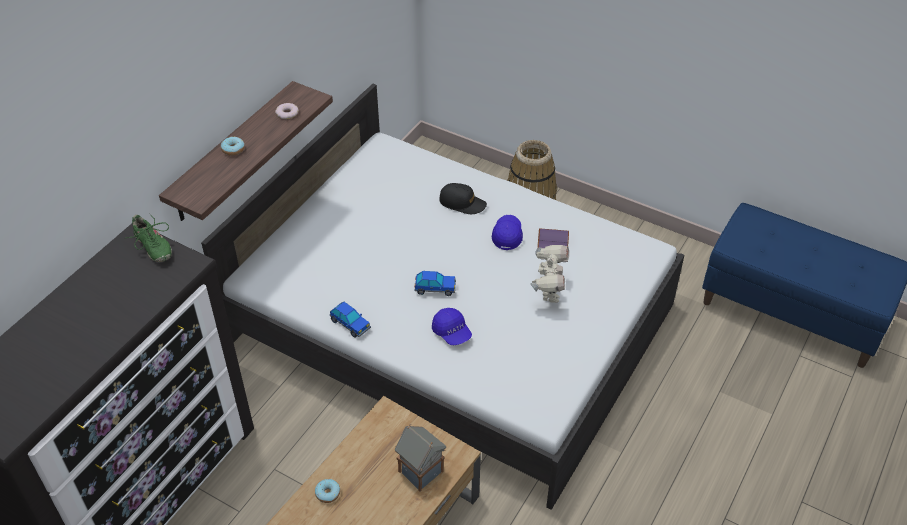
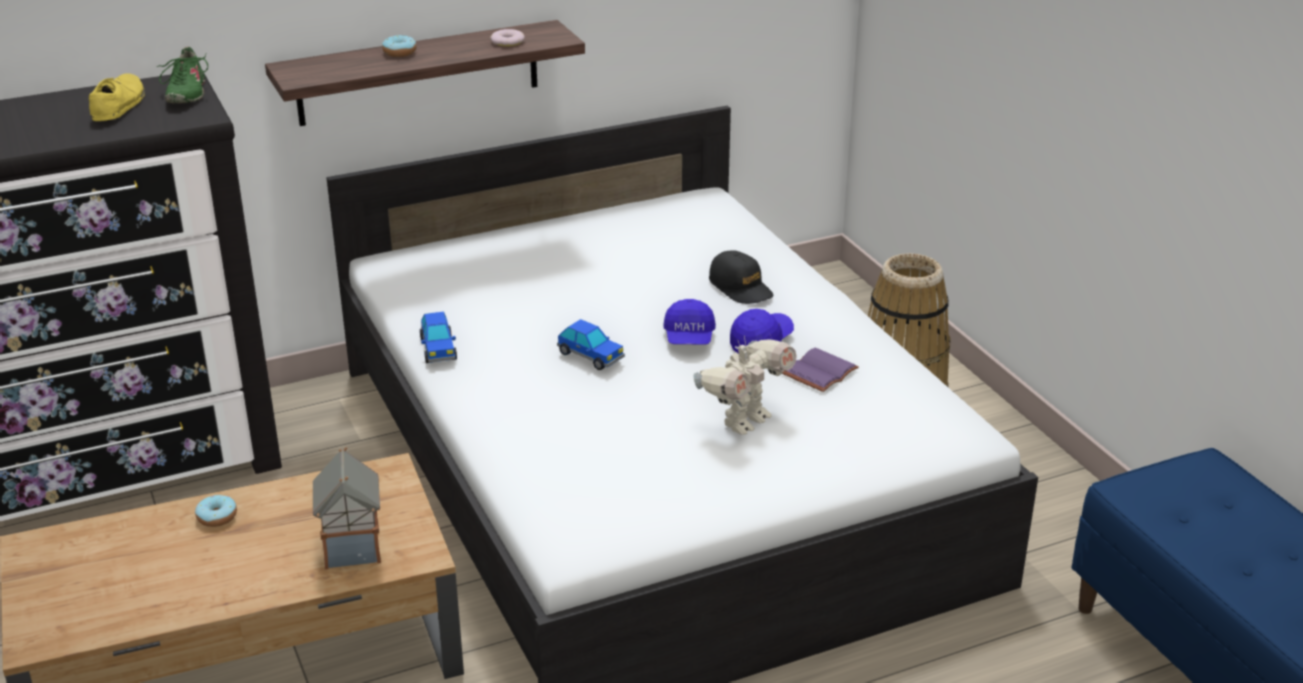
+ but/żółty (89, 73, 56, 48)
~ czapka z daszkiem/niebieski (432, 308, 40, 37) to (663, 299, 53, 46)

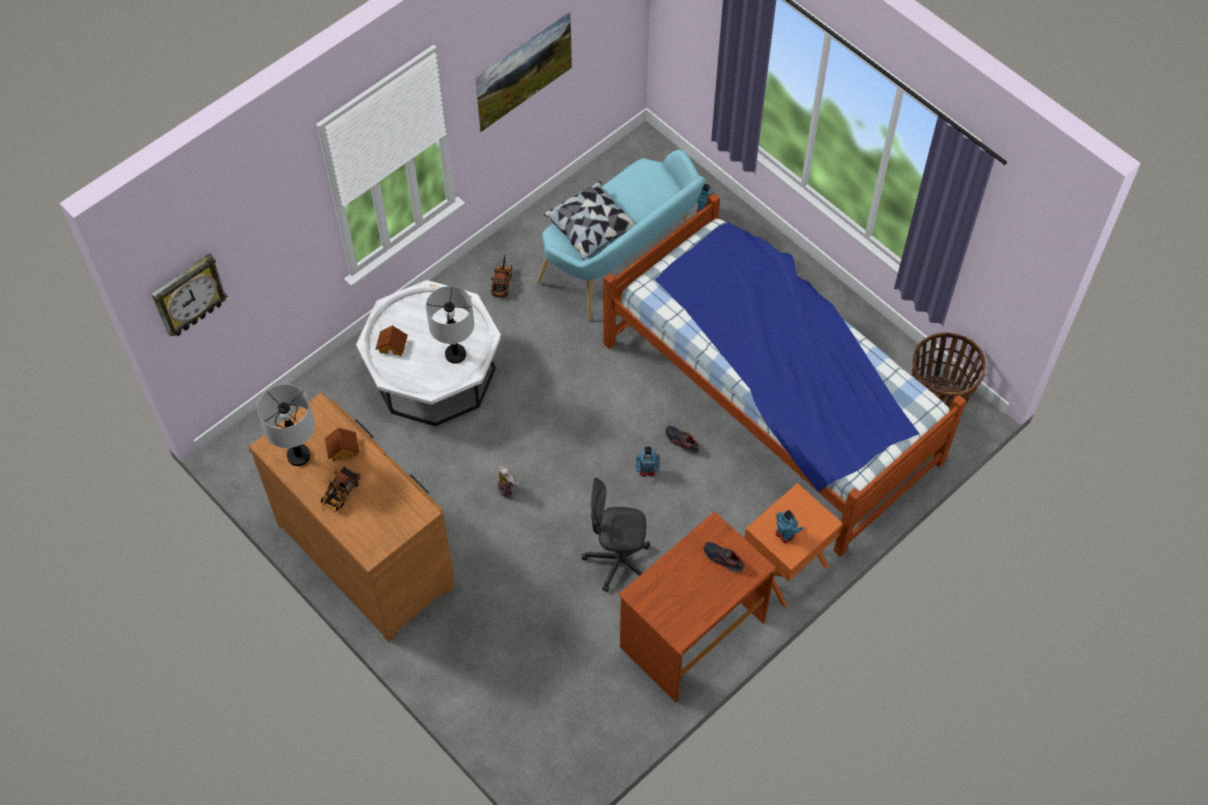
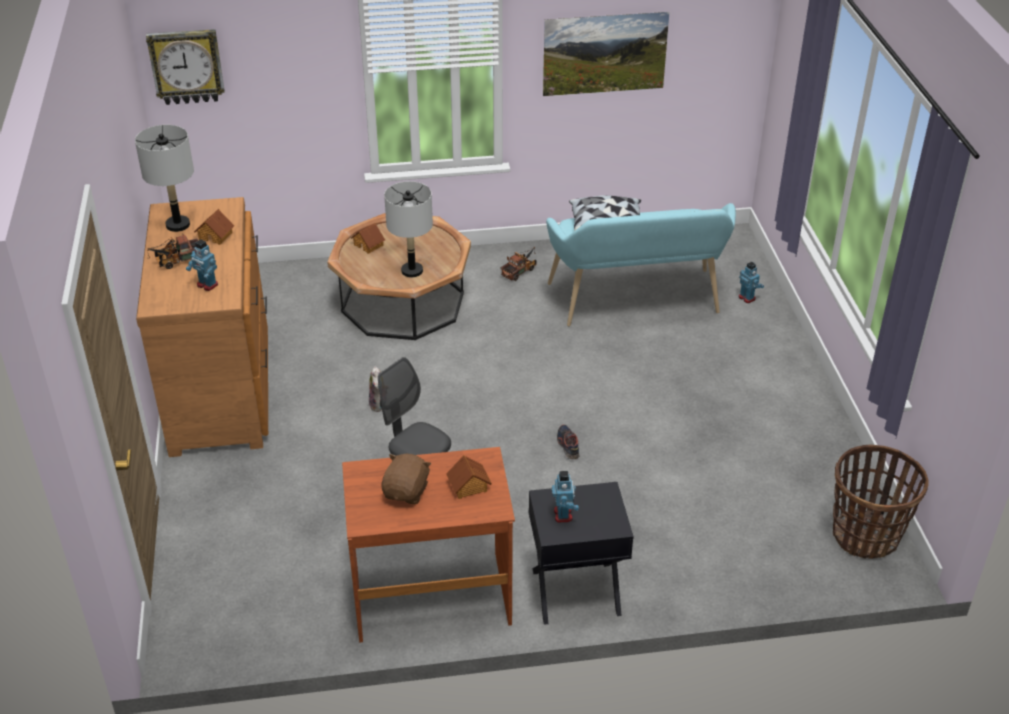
~ robot zabawkowy (636, 447, 24, 30) to (186, 239, 32, 52)
~ ława/biały (356, 280, 145, 146) to ława/brązowy (327, 213, 144, 127)
+ pluszak/brązowy (382, 454, 49, 50)
~ but (703, 542, 41, 31) to domek (446, 455, 46, 44)
~ szafka nocna/pomarańczowy (744, 483, 99, 124) to szafka nocna/czarny (529, 482, 105, 143)
- łóżko (603, 193, 363, 364)

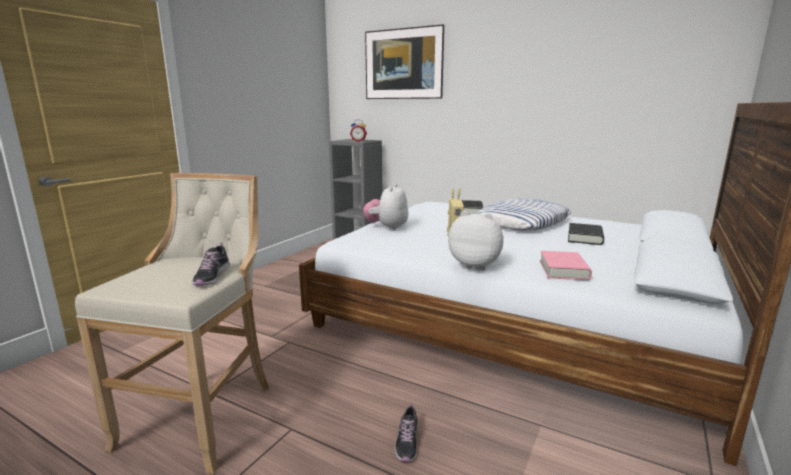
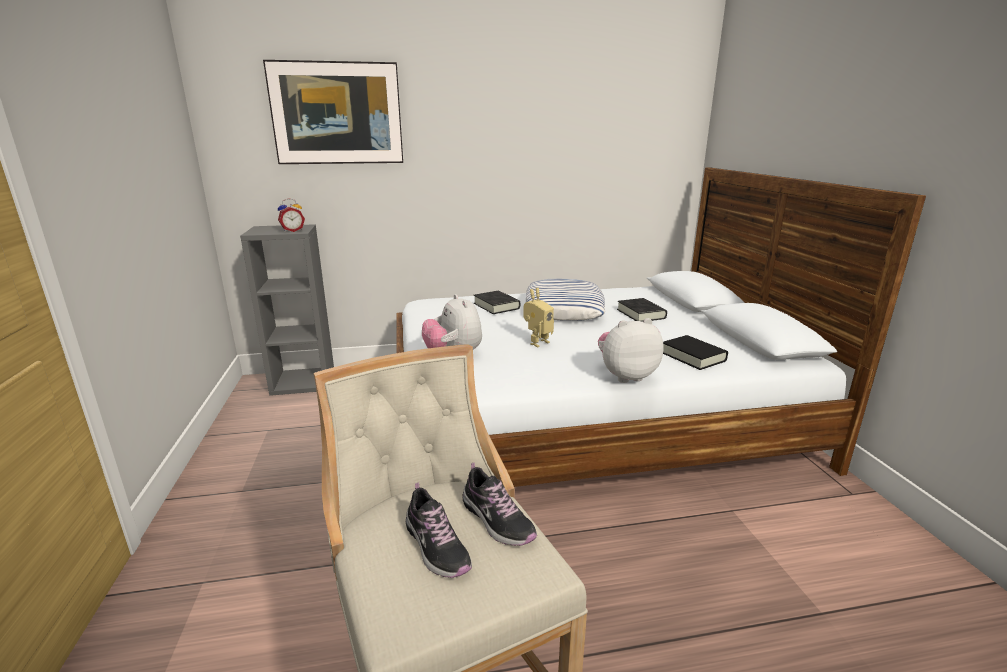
~ but (394, 403, 24, 59) to (406, 483, 66, 95)
~ książka/różowy (540, 251, 52, 29) to książka/czarny (663, 335, 65, 35)

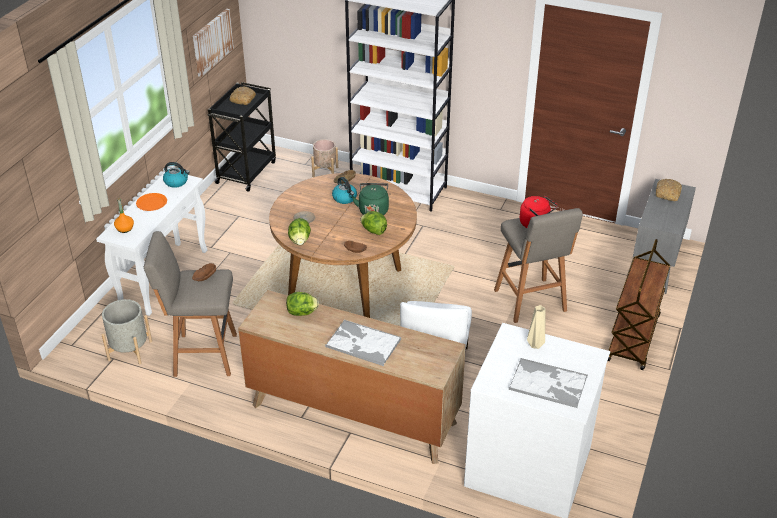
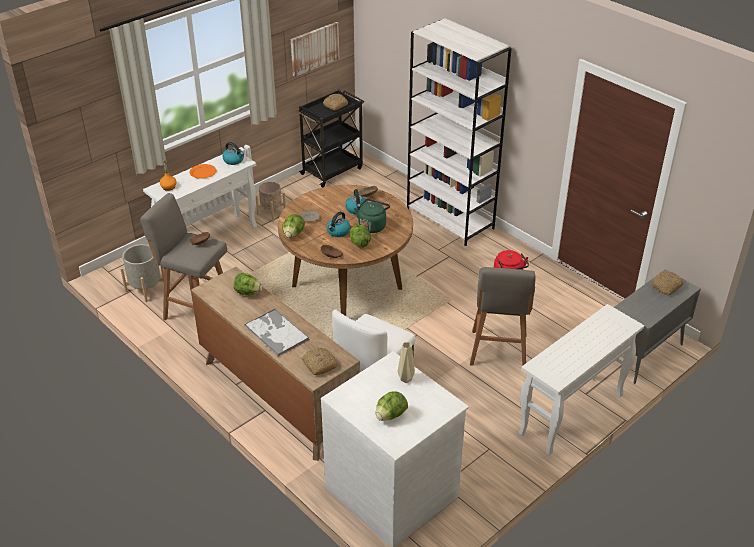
~ donica/beżowy (311, 139, 27, 38) to (256, 182, 30, 39)
+ chleb (302, 348, 35, 27)
+ czajnik (327, 212, 23, 25)
~ taca (509, 358, 79, 50) to sałata (376, 391, 32, 30)
~ wózek/brązowy (608, 239, 62, 131) to stolik konsolowy/biały (519, 304, 125, 152)

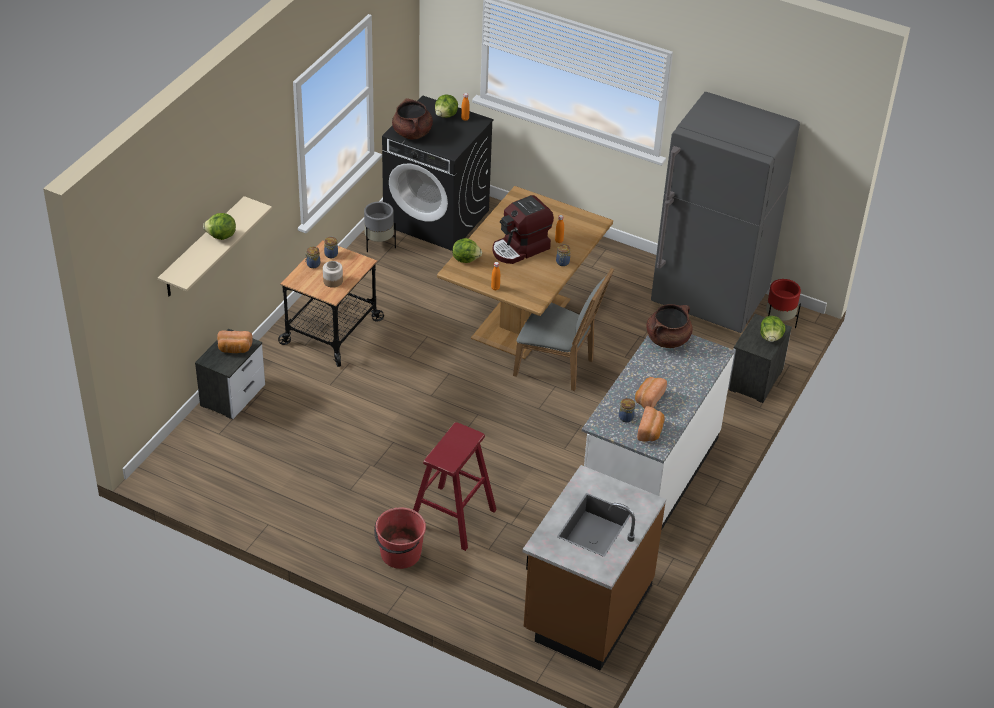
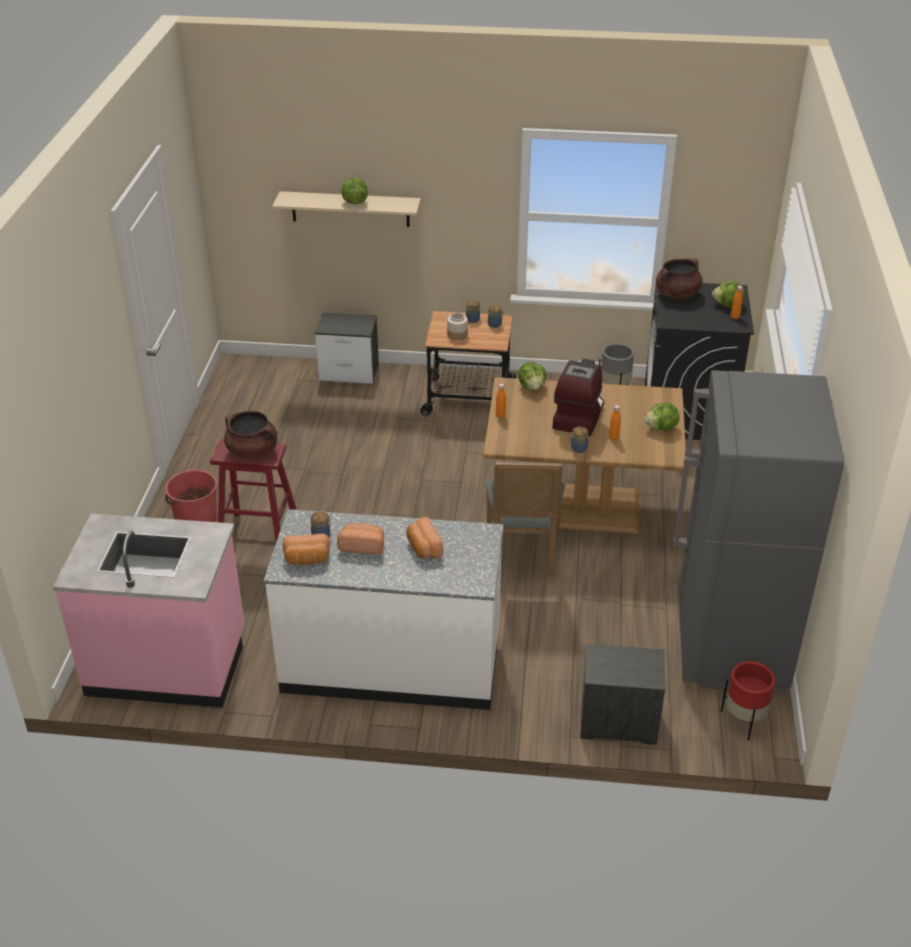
~ zabudowa kuchenna/brązowy (522, 465, 144, 206) to zabudowa kuchenna/różowy (53, 513, 192, 195)
~ garnek/brązowy (646, 304, 46, 44) to (224, 411, 53, 48)
~ chleb (217, 330, 36, 23) to (406, 517, 37, 41)
~ ekspres do kawy (493, 195, 61, 69) = (553, 359, 51, 77) 75 degrees clockwise
~ sałata (760, 316, 26, 26) to (644, 402, 36, 29)

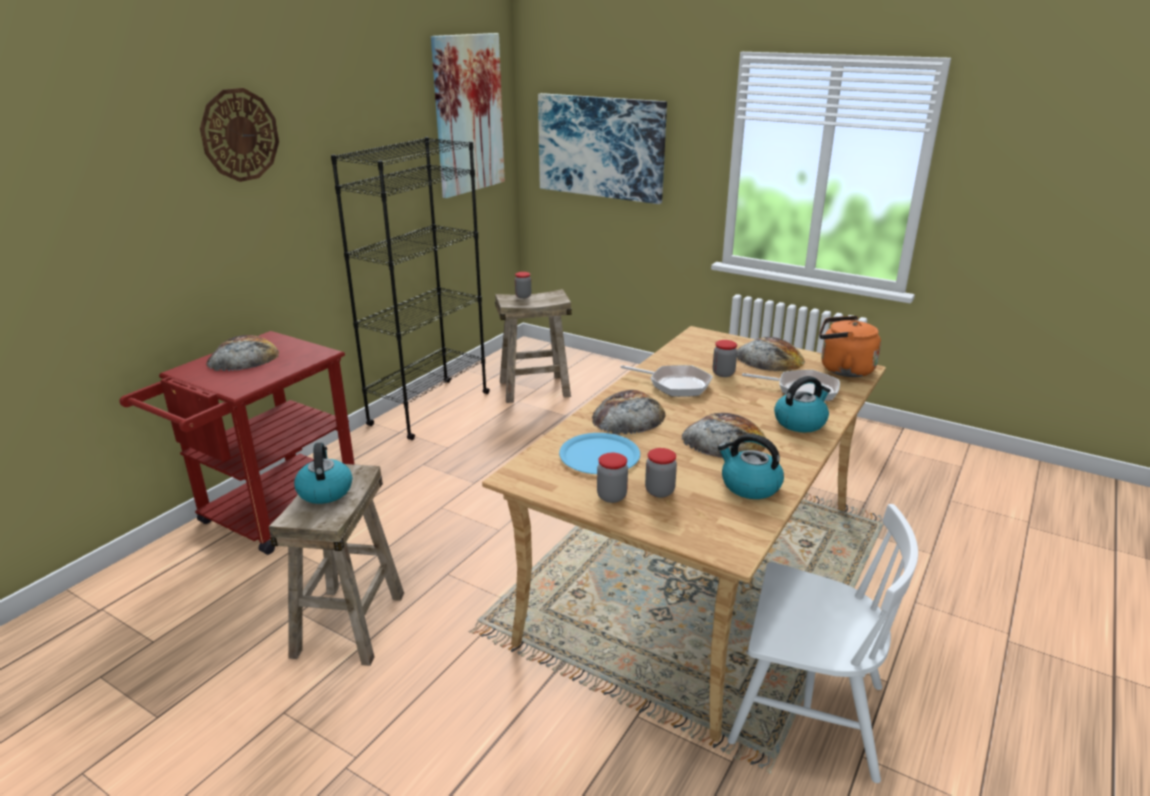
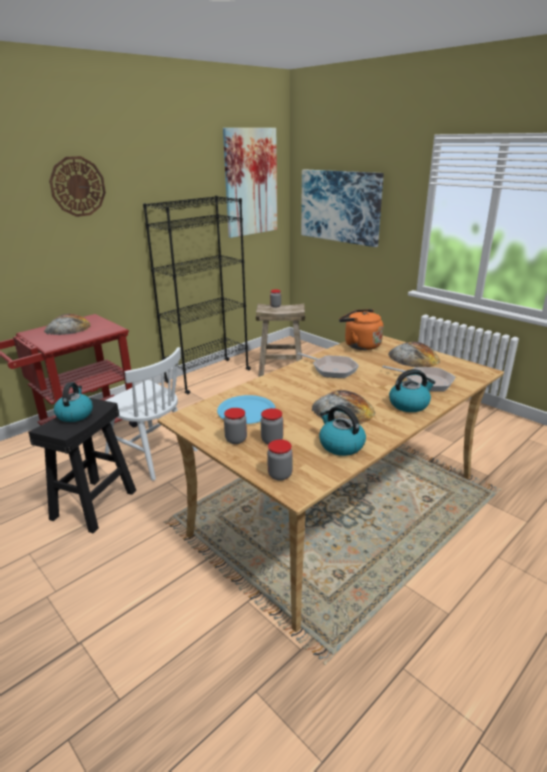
~ stołek/beżowy (269, 464, 135, 202) to stołek/czarny (28, 398, 108, 135)
~ krzesło/biały (728, 504, 190, 279) to (105, 347, 93, 134)
~ słoik (713, 340, 24, 37) to (267, 439, 26, 42)
~ czajnik/pomarańczowy (819, 316, 62, 61) to (339, 309, 44, 41)
- chleb (592, 390, 74, 44)

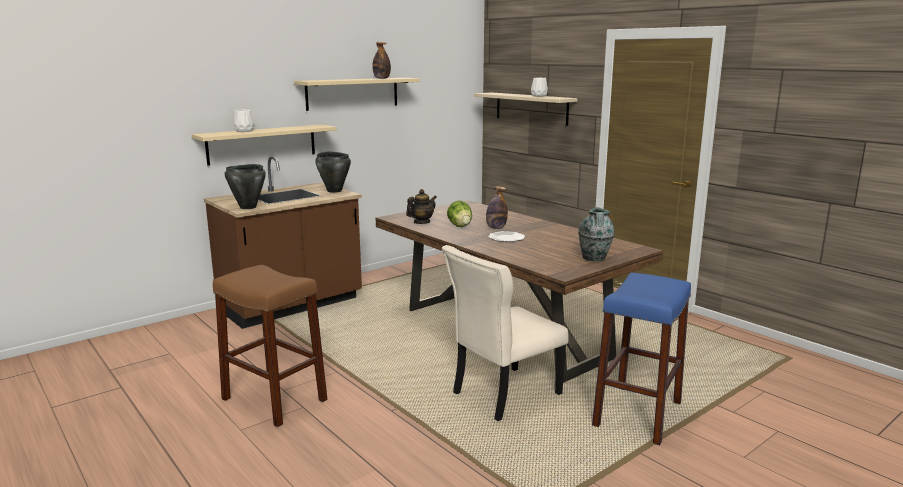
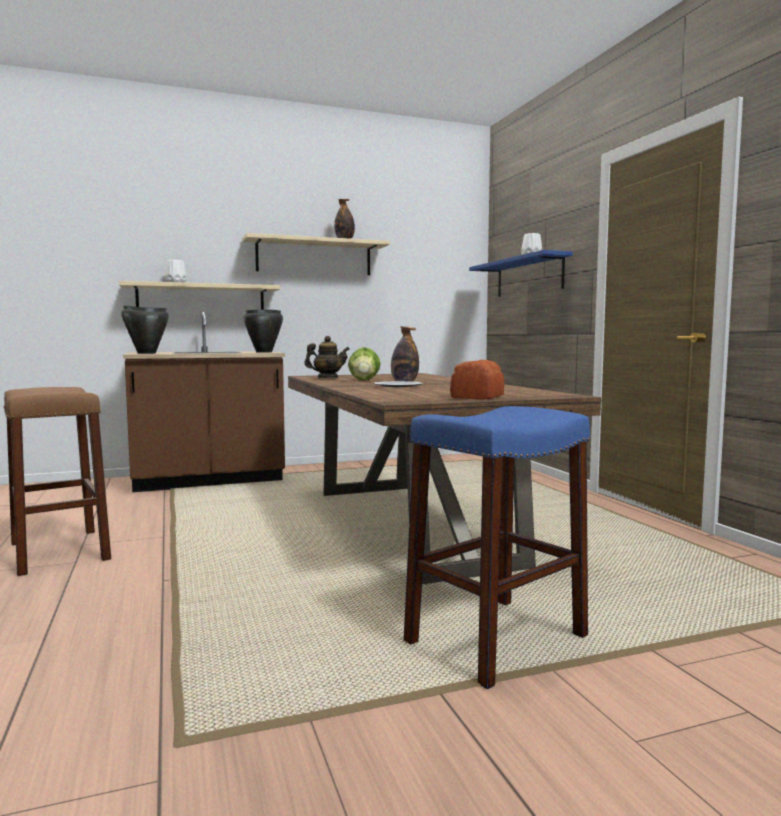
~ wazon (578, 207, 37, 54) to chleb (450, 360, 54, 39)
~ półka/beżowy (474, 92, 103, 34) to półka/niebieski (469, 250, 104, 47)
- krzesło/beżowy (442, 245, 126, 176)

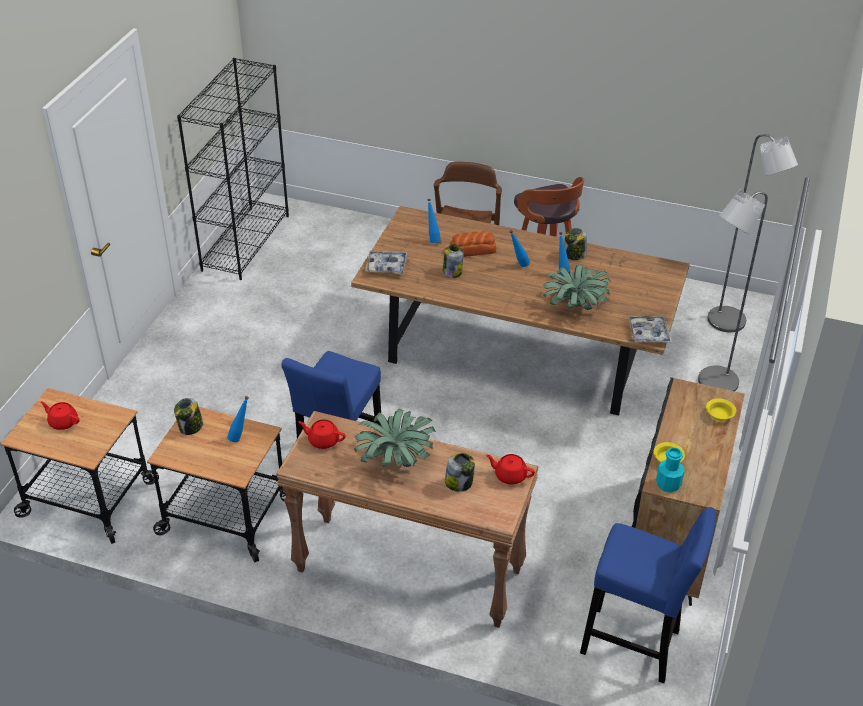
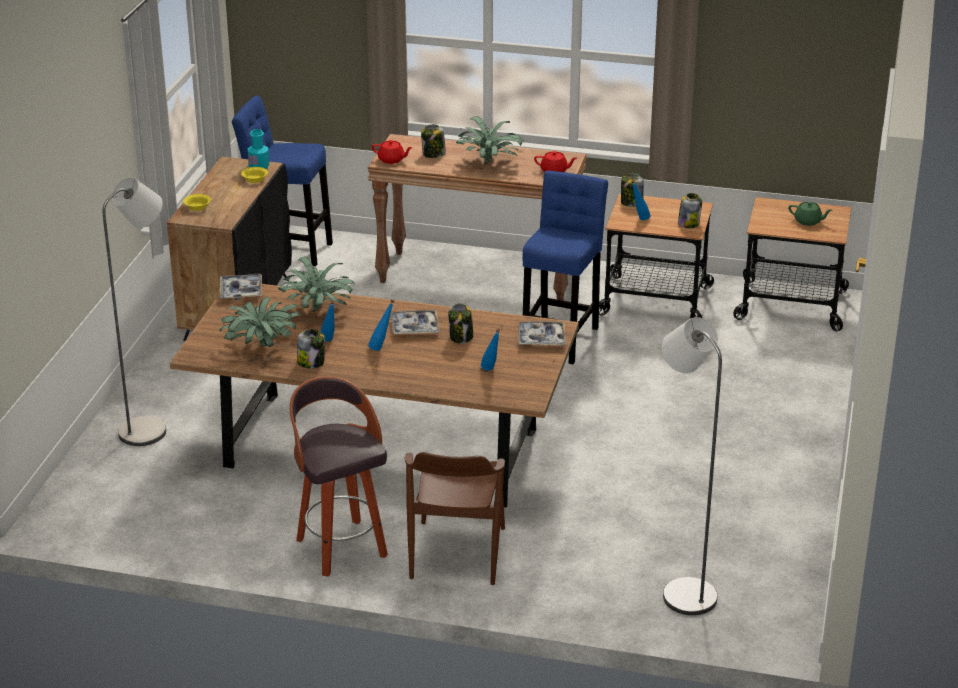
+ roślina doniczkowa (220, 297, 81, 50)
+ taca (391, 310, 49, 24)
+ słoik (621, 173, 23, 34)
~ lampa stojąca/szary (707, 134, 91, 198) to (662, 317, 60, 298)
~ imbryk/czerwony (40, 401, 40, 29) to imbryk/zielony (789, 202, 44, 24)
- regał/czarny (177, 58, 112, 222)
- chleb (450, 231, 46, 26)

